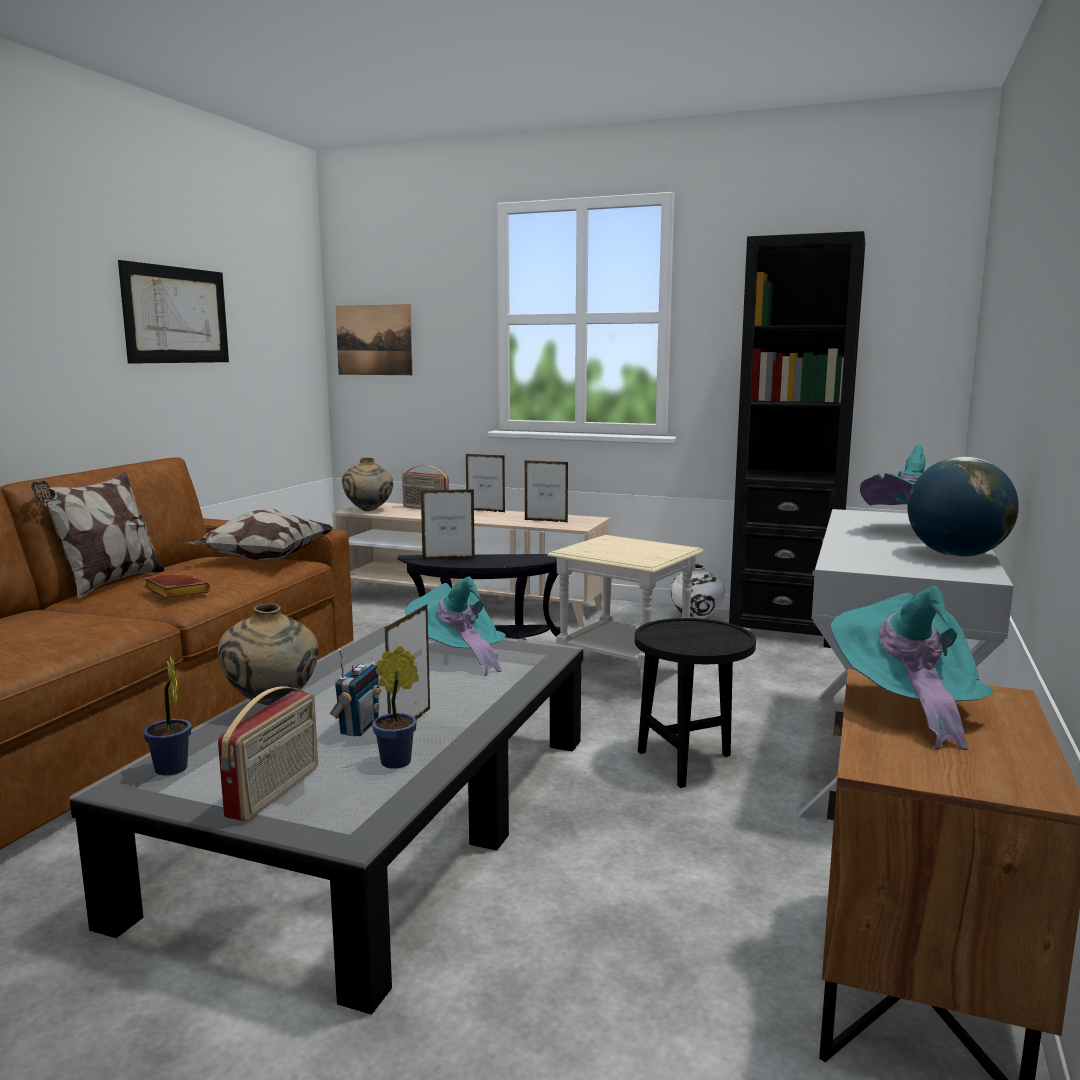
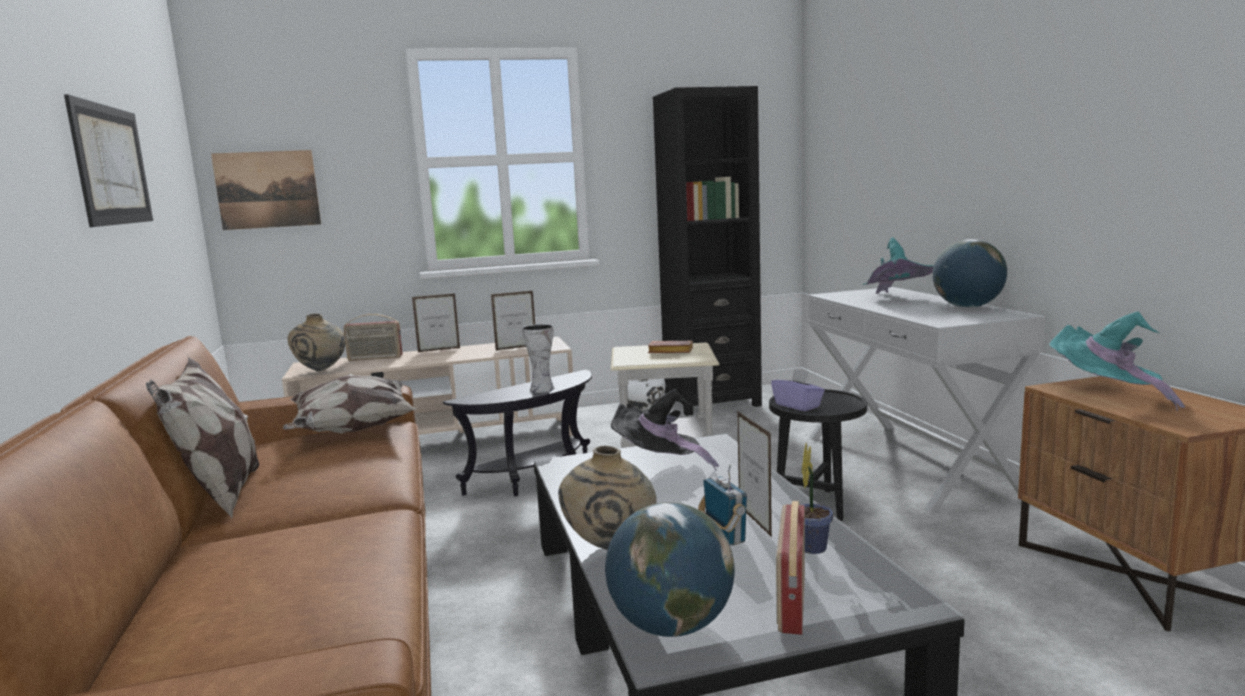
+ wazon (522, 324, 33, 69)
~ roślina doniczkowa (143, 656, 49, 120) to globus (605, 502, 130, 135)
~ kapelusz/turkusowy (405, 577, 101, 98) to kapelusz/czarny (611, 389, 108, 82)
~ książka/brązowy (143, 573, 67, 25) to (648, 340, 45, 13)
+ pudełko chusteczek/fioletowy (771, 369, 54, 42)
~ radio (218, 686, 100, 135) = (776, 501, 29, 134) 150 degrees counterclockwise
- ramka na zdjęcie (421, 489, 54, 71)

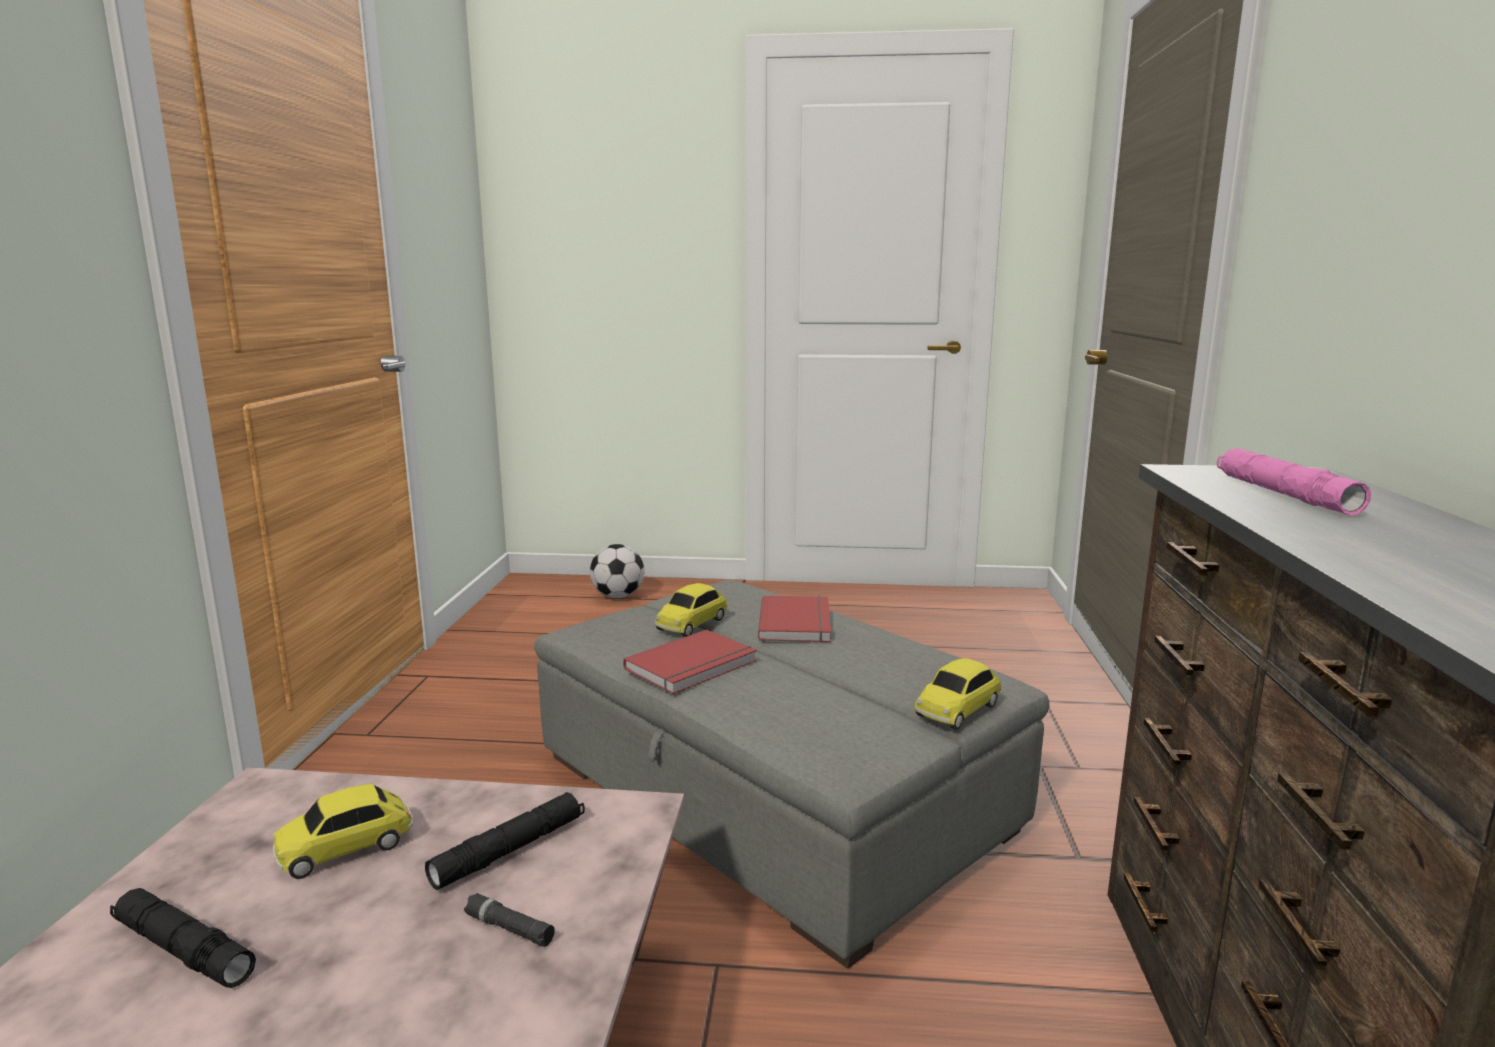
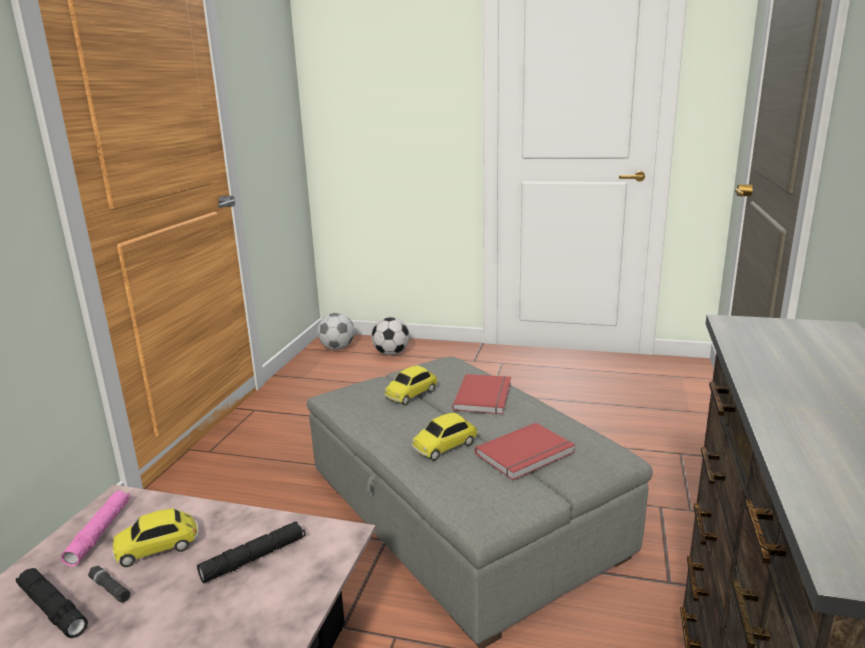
~ latarka/różowy (1217, 448, 154, 67) to (61, 491, 69, 75)
~ latarka/czarny (464, 893, 91, 54) to (88, 565, 42, 38)
+ piłka futbolowa (317, 313, 37, 37)
~ samochodzik (914, 658, 87, 72) to (412, 413, 66, 48)
~ książka/czerwony (623, 630, 134, 64) to (475, 423, 100, 57)

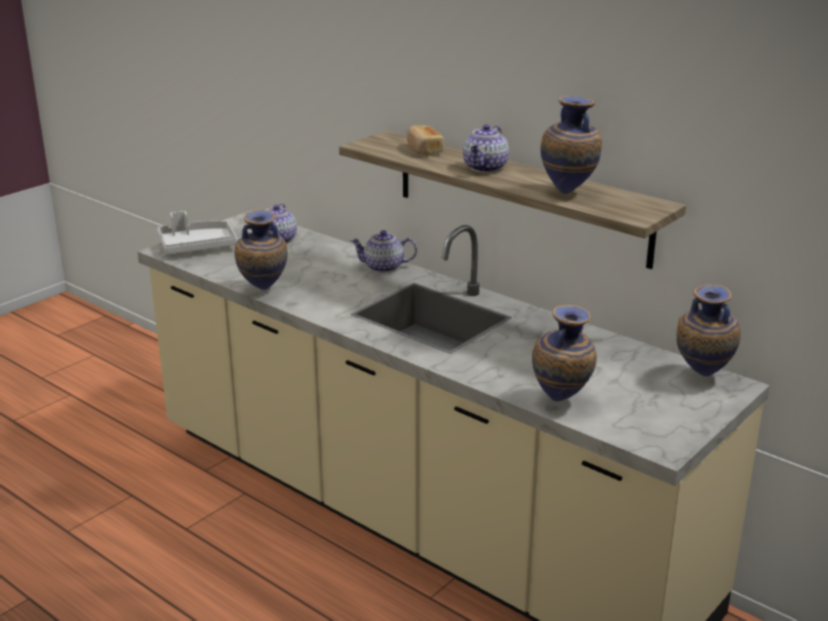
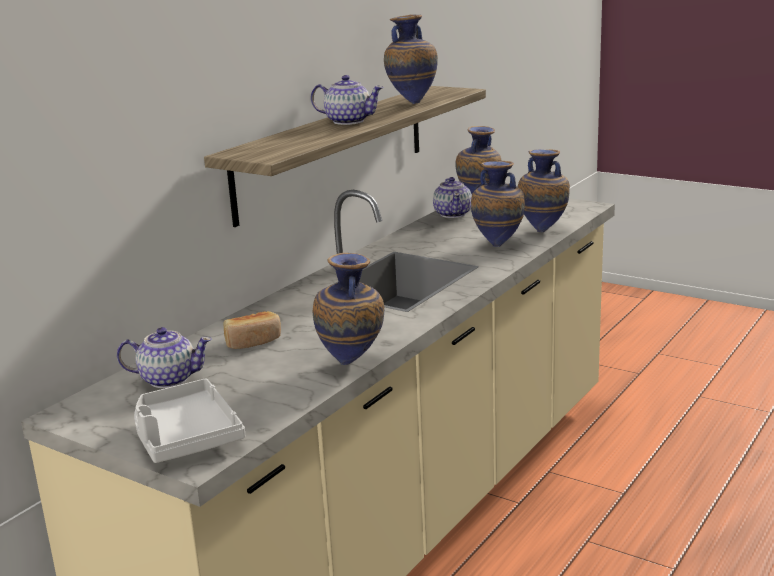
~ chleb (407, 125, 37, 30) to (223, 311, 58, 38)
~ imbryk (350, 230, 67, 43) to (433, 177, 39, 41)
+ wazon (471, 161, 54, 86)

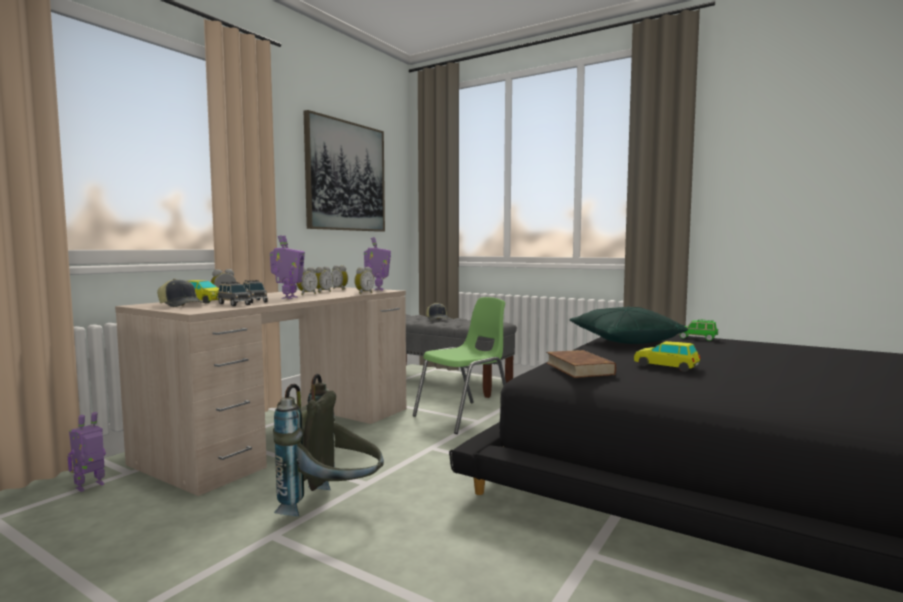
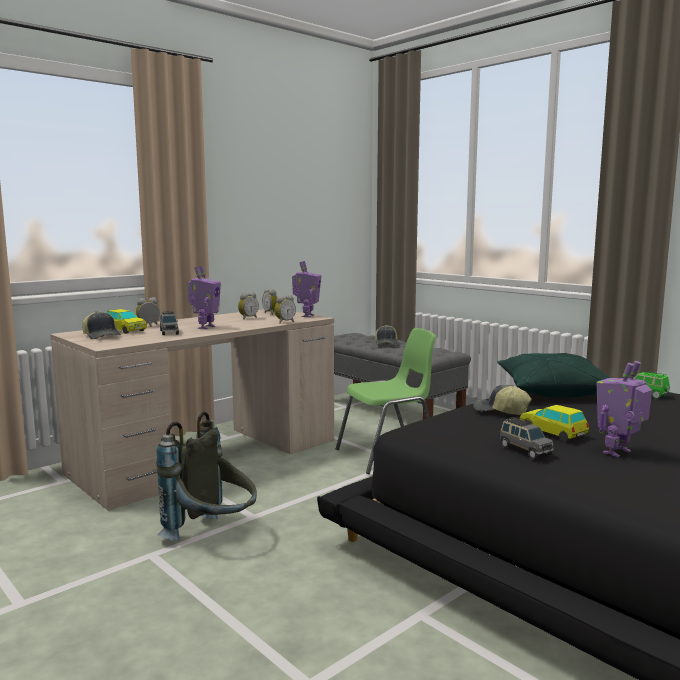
+ czapka z daszkiem (473, 385, 59, 30)
~ samochodzik/szary (218, 282, 33, 24) to (500, 417, 53, 42)
~ robot zabawkowy (68, 412, 38, 80) to (597, 361, 55, 96)
- budzik (296, 267, 22, 28)
- obraz (304, 110, 81, 122)
- książka/brązowy (546, 350, 70, 28)

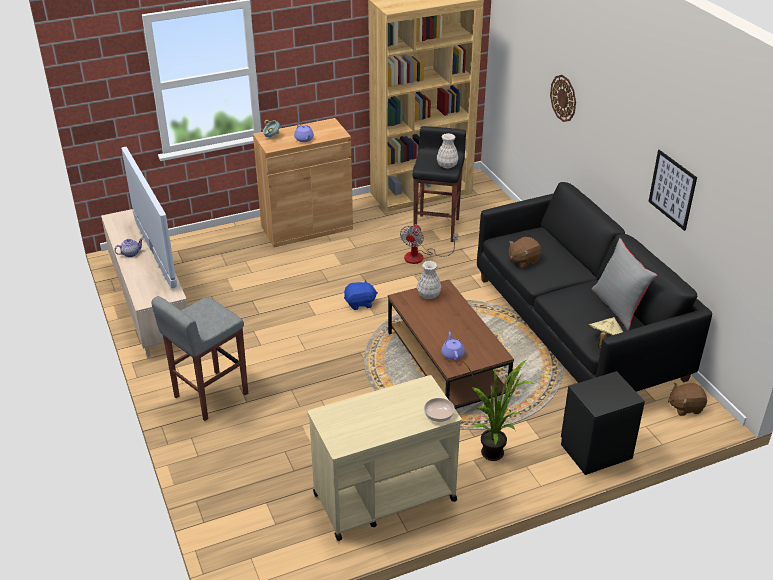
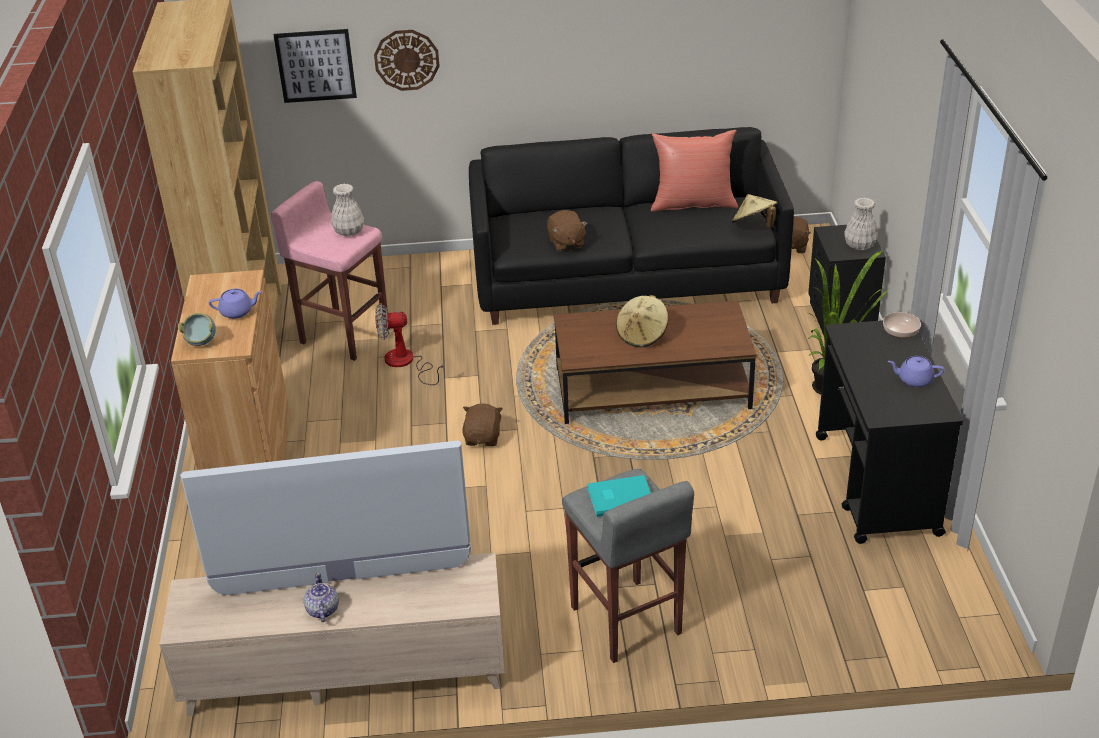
~ stołek/czarny (413, 126, 53, 116) to stołek/różowy (271, 181, 117, 180)
~ obraz (648, 150, 49, 81) to (274, 29, 83, 74)
~ wentylator (400, 224, 58, 40) = (375, 303, 69, 82) 135 degrees clockwise
~ pluszak/niebieski (344, 280, 34, 30) to pluszak/brązowy (462, 403, 41, 43)
+ książka/turkusowy (587, 475, 64, 42)
+ kapelusz/beżowy (616, 295, 53, 52)
~ poduszka/szary (592, 238, 65, 92) to poduszka/czerwony (651, 130, 87, 82)
~ wózek/beżowy (308, 375, 154, 166) to wózek/czarny (816, 320, 147, 224)
~ wazon/biały (417, 261, 24, 38) to (844, 197, 34, 53)
~ imbryk/fioletowy (441, 331, 24, 29) to (888, 356, 57, 32)

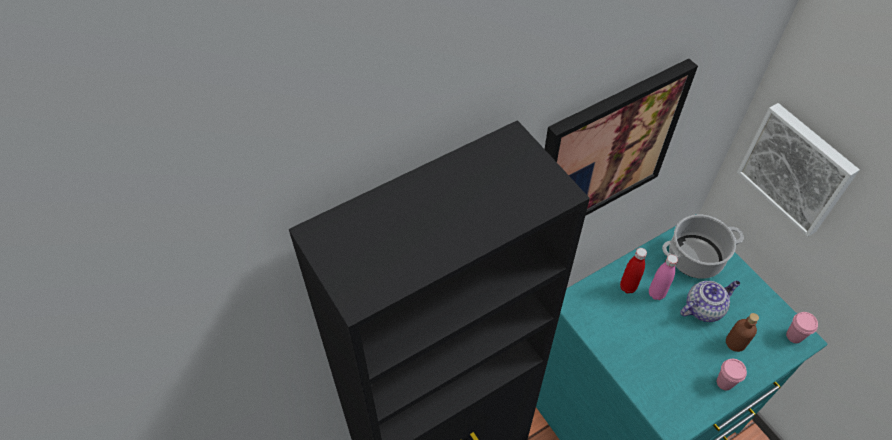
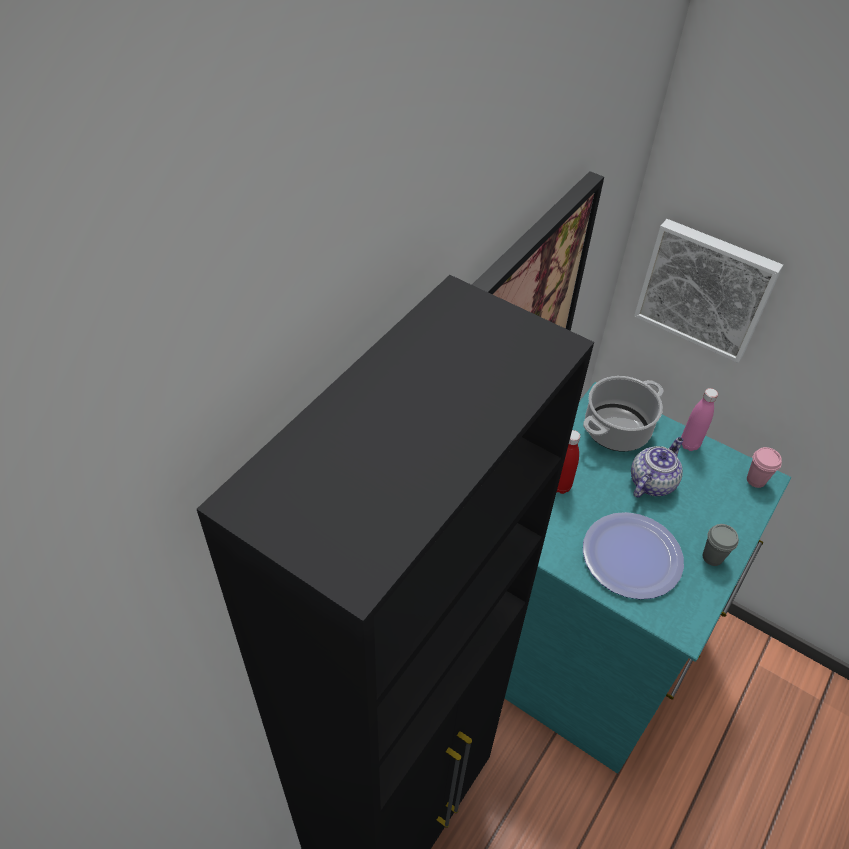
+ talerz (583, 512, 101, 87)
~ butelka/różowy (649, 255, 29, 45) to (681, 388, 37, 63)
~ filiżanka/różowy (717, 359, 30, 31) to filiżanka/szary (703, 524, 36, 42)
- butelka/brązowy (726, 313, 33, 39)

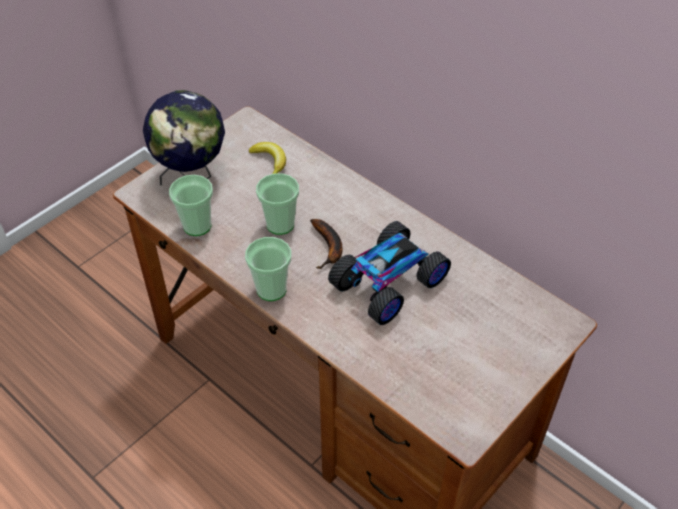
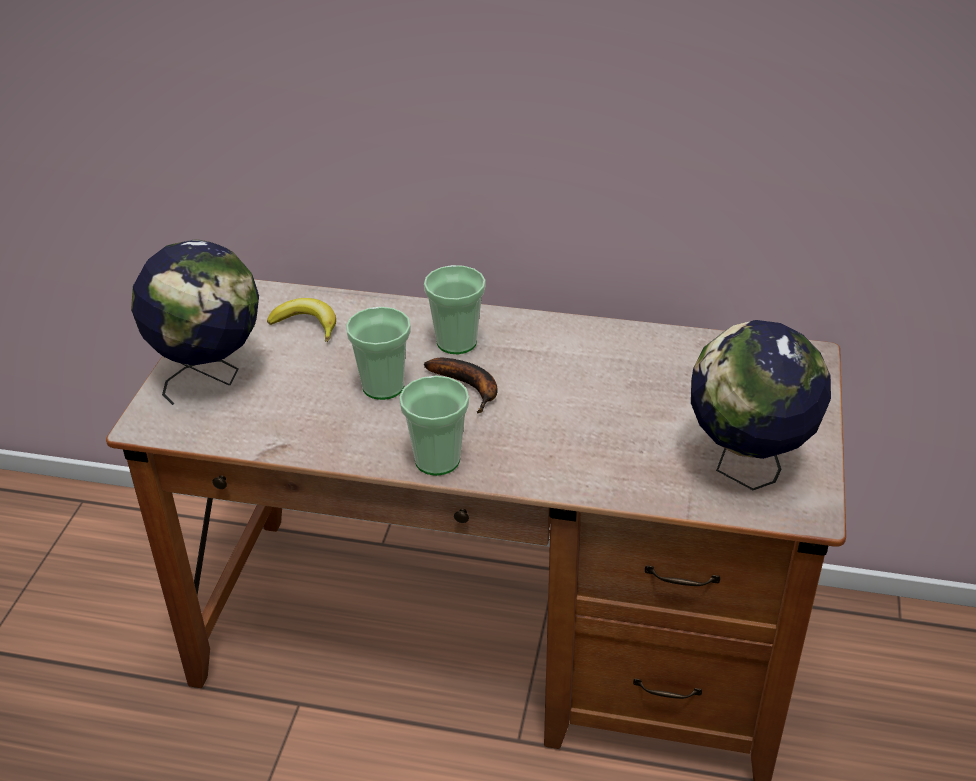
~ filiżanka (169, 175, 44, 61) to (424, 265, 62, 89)
+ globus (691, 320, 140, 170)
- samochodzik (328, 221, 123, 104)

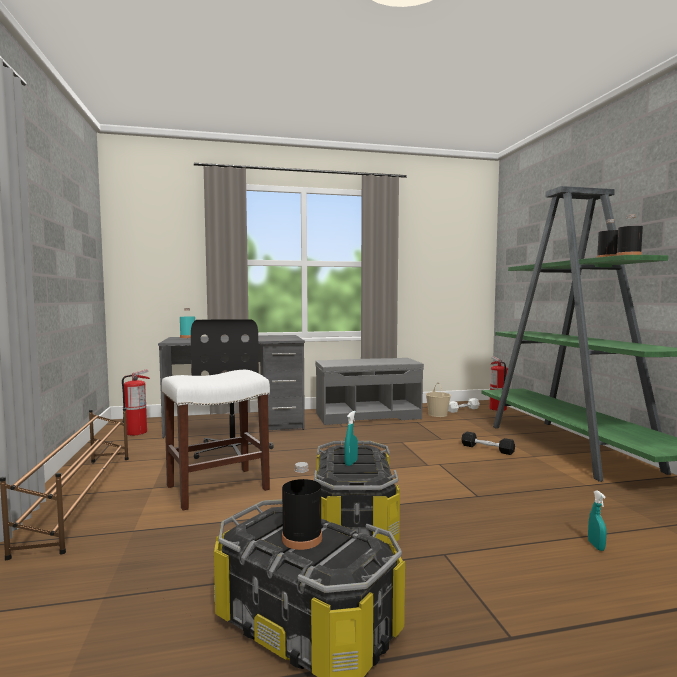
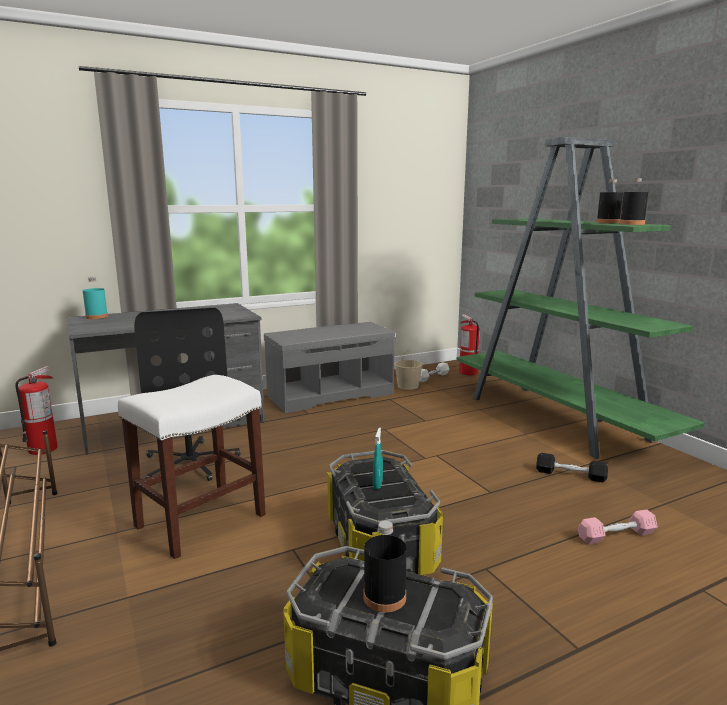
~ hantel/czarny (461, 432, 54, 23) to (536, 453, 72, 30)
~ spryskiwacz/turkusowy (588, 490, 19, 61) to hantel/różowy (578, 509, 80, 35)

